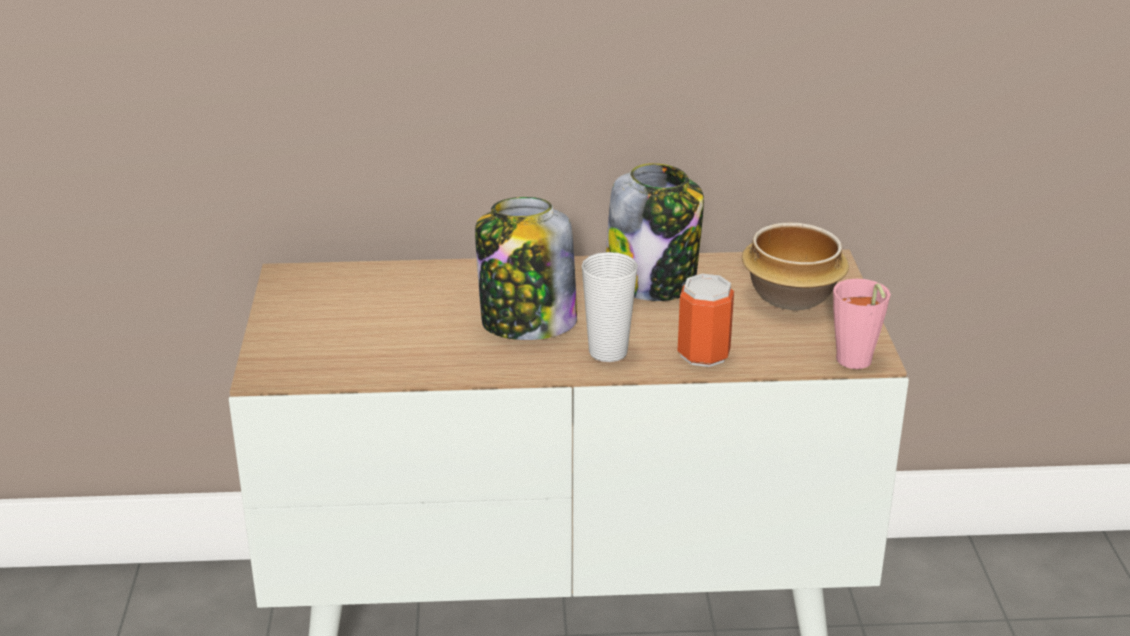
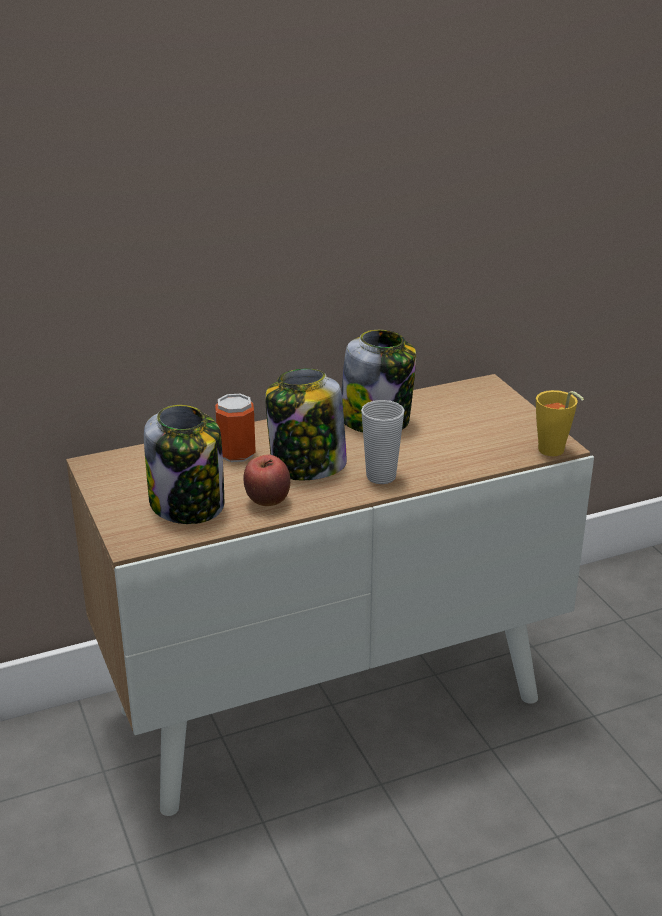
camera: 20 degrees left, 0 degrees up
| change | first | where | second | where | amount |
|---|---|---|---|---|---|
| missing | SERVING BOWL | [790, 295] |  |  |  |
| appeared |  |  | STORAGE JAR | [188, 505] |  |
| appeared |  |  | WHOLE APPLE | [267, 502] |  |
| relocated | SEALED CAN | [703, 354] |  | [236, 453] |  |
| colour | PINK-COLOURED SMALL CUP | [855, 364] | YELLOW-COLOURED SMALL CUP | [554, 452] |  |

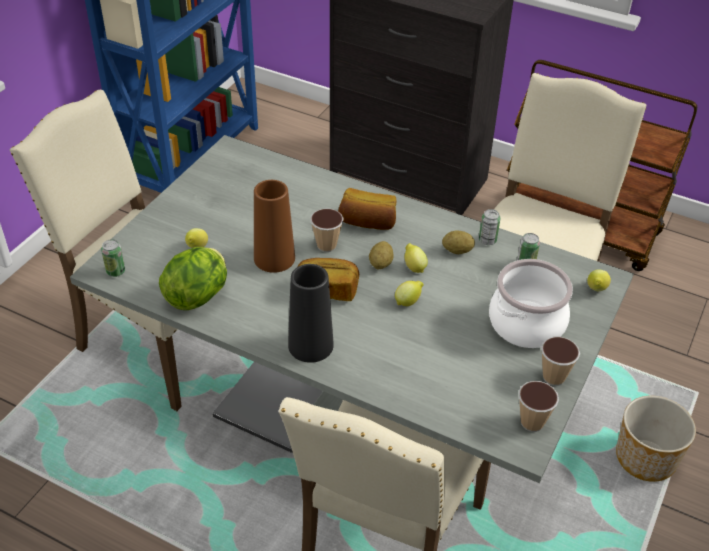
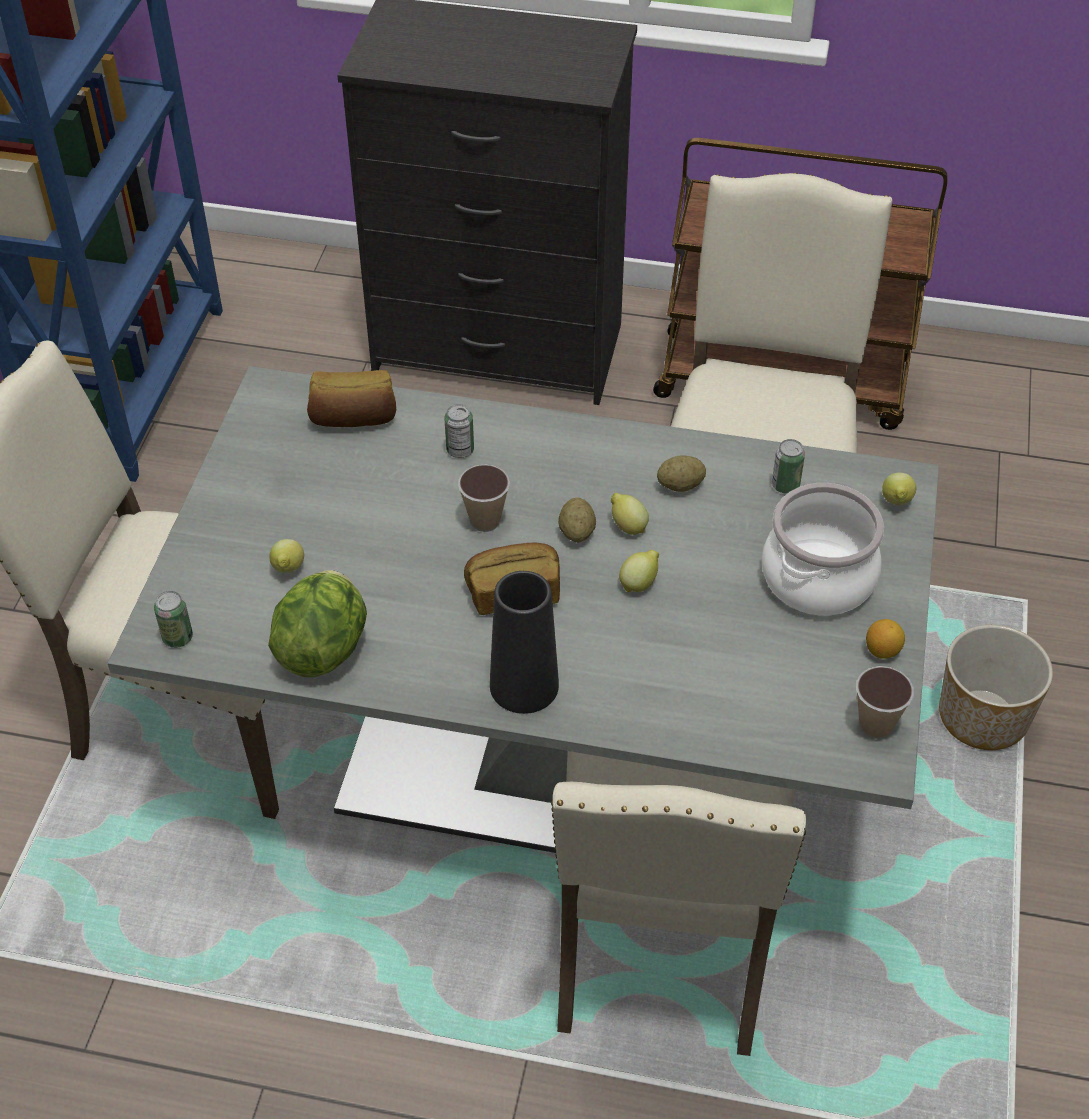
camera: 15 degrees left, 5 degrees up
| change | first | where | second | where | amount |
|---|---|---|---|---|---|
| missing | BROWN DECORATIVE VASE | [274, 258] |  |  |  |
| relocated | BAKERY BREAD | [367, 222] |  | [353, 417] |  |
| relocated | SEALED CAN | [487, 240] |  | [460, 450] |  |
| exchanged | SMALL CUP | [553, 377] | LEMON | [882, 650] |  |

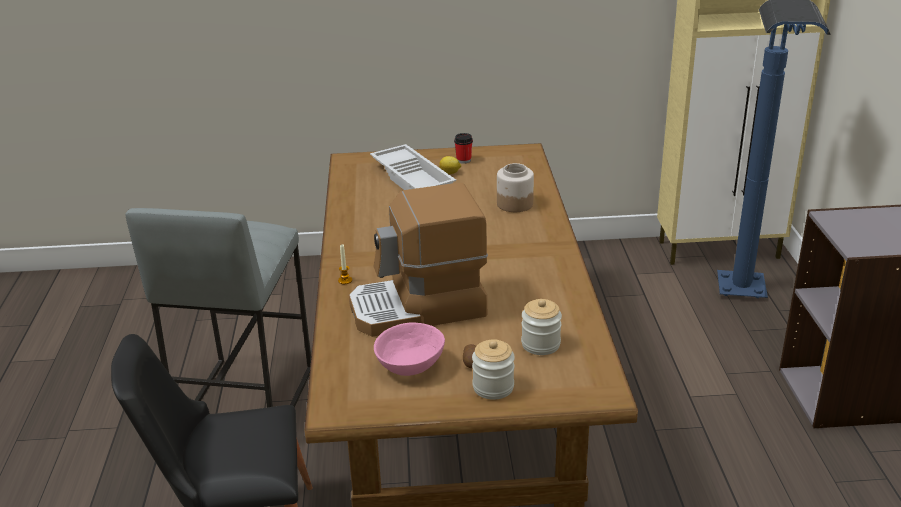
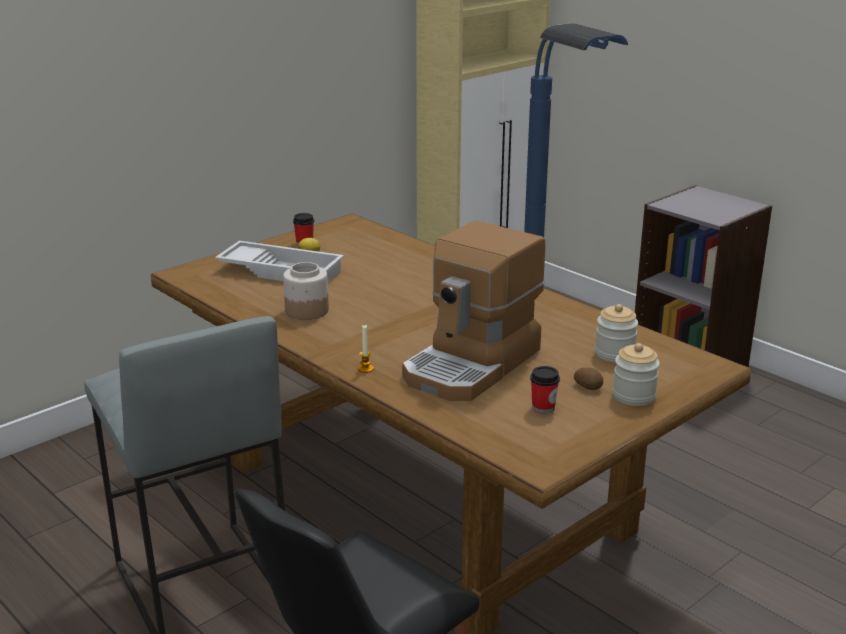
camera: 40 degrees left, 5 degrees down
| change | first | where | second | where | amount |
|---|---|---|---|---|---|
| relocated | STORAGE JAR | [514, 204] |  | [306, 311] |  |
| exchanged | PINK-COLOURED SERVING BOWL | [411, 365] | SMALL CUP | [543, 407] |  |

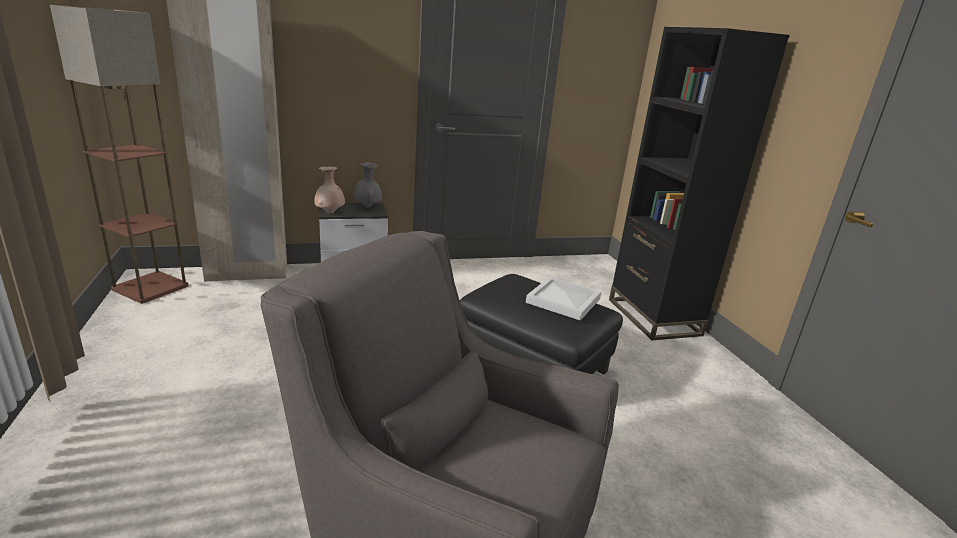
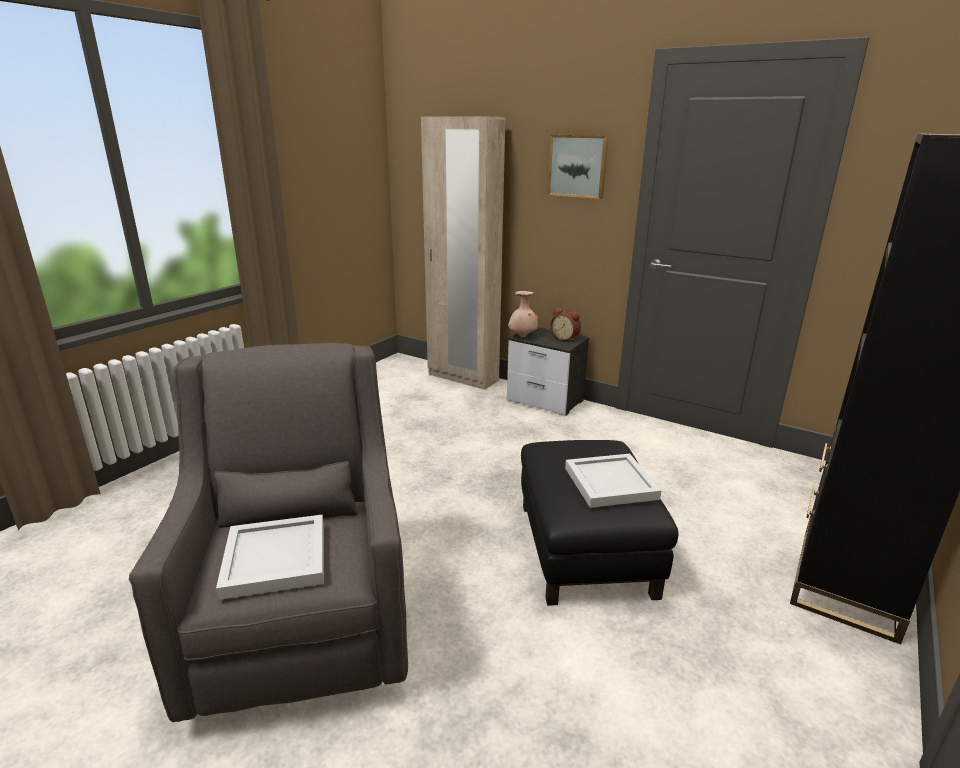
camera: 50 degrees right, 0 degrees up
| change | first | where | second | where | amount |
|---|---|---|---|---|---|
| missing | STANDING LAMP | [150, 287] |  |  |  |
| appeared |  |  | WHITE TRAY | [277, 559] |  |
| appeared |  |  | WALL ART | [578, 166] |  |
| exchanged | GREY DECORATIVE VASE | [367, 207] | BEDSIDE CLOCK | [565, 338] |  |

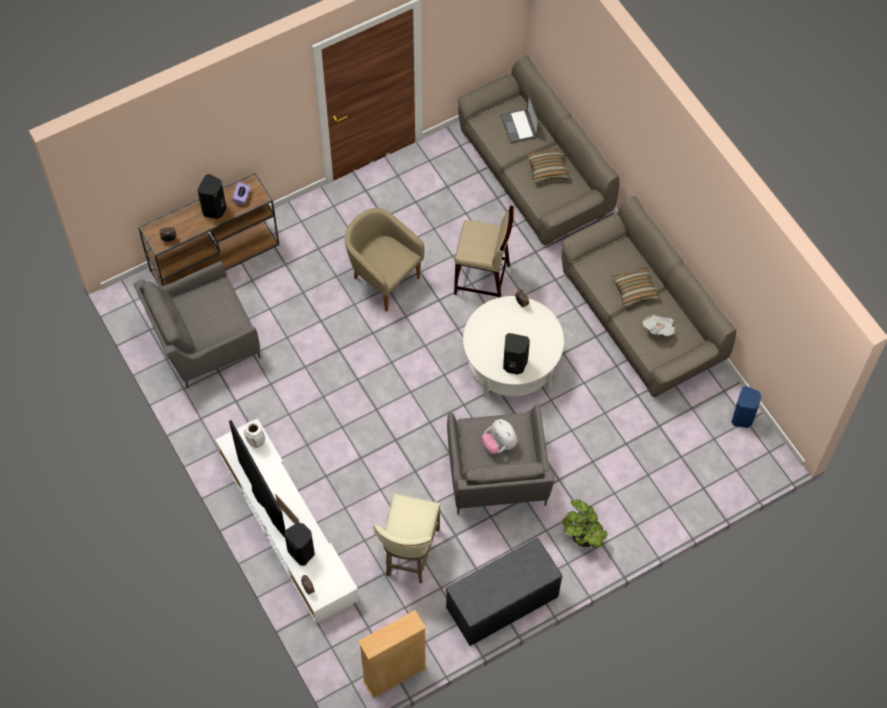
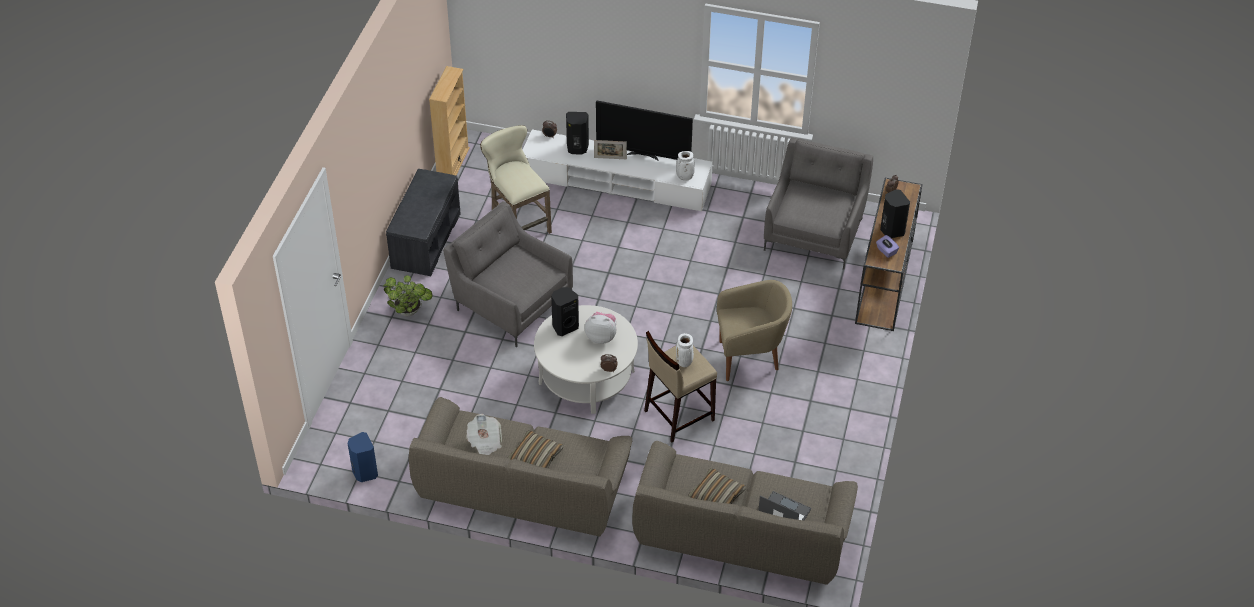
camera: 135 degrees right, 15 degrees down
| change | first | where | second | where | amount |
|---|---|---|---|---|---|
| appeared |  |  | WHITE DECORATIVE VASE | [684, 363] |  |
| relocated | PLUSH TOY | [499, 444] |  | [601, 337] |  |

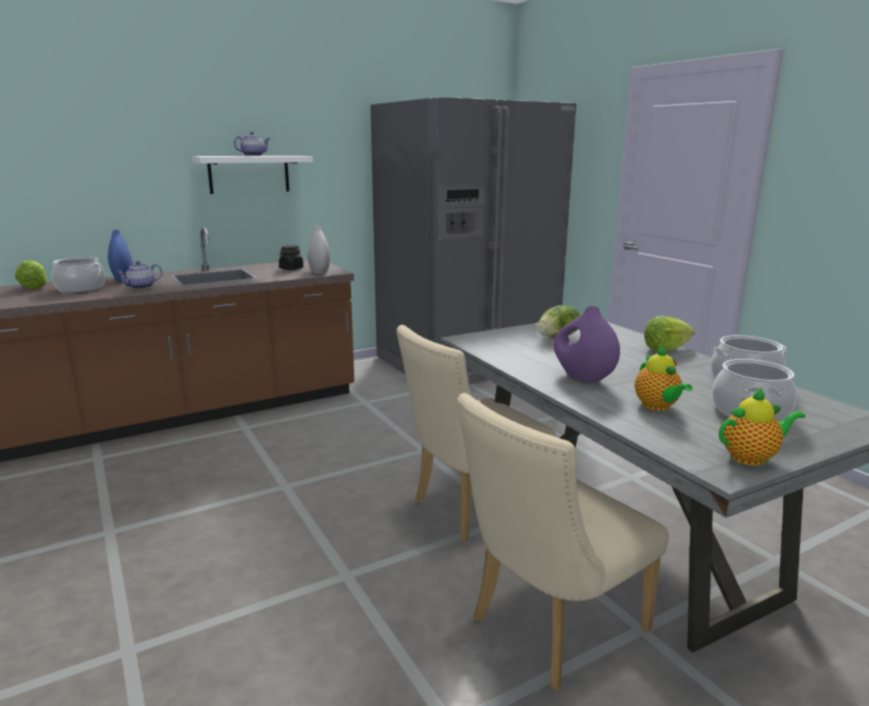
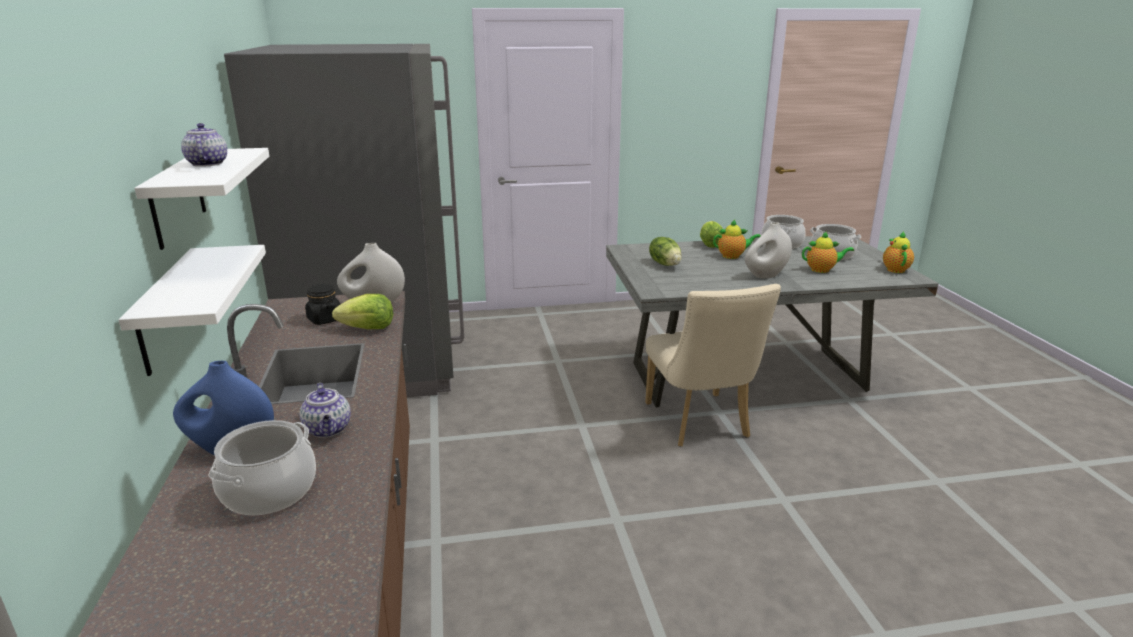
camera: 70 degrees left, 5 degrees up
| change | first | where | second | where | amount |
|---|---|---|---|---|---|
| missing | SAND-COLOURED CHAIR | [549, 629] |  |  |  |
| appeared |  |  | WHITE WALL SHELF | [166, 310] |  |
| appeared |  |  | TEAPOT | [733, 256] |  |
| relocated | LETTUCE | [34, 287] |  | [368, 328] |  |
| colour | PURPLE-COLOURED DECORATIVE VASE | [582, 378] | WHITE DECORATIVE VASE | [765, 275] |  |

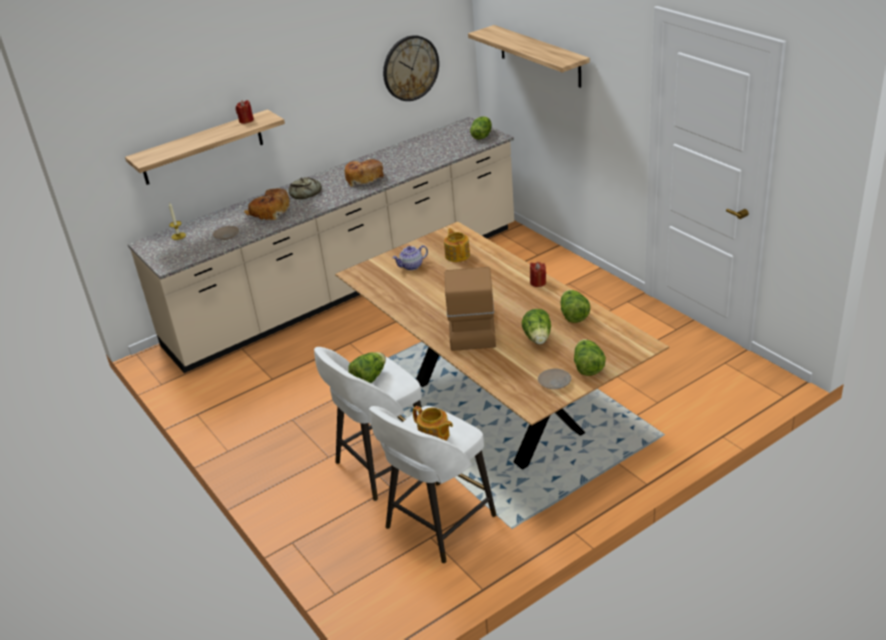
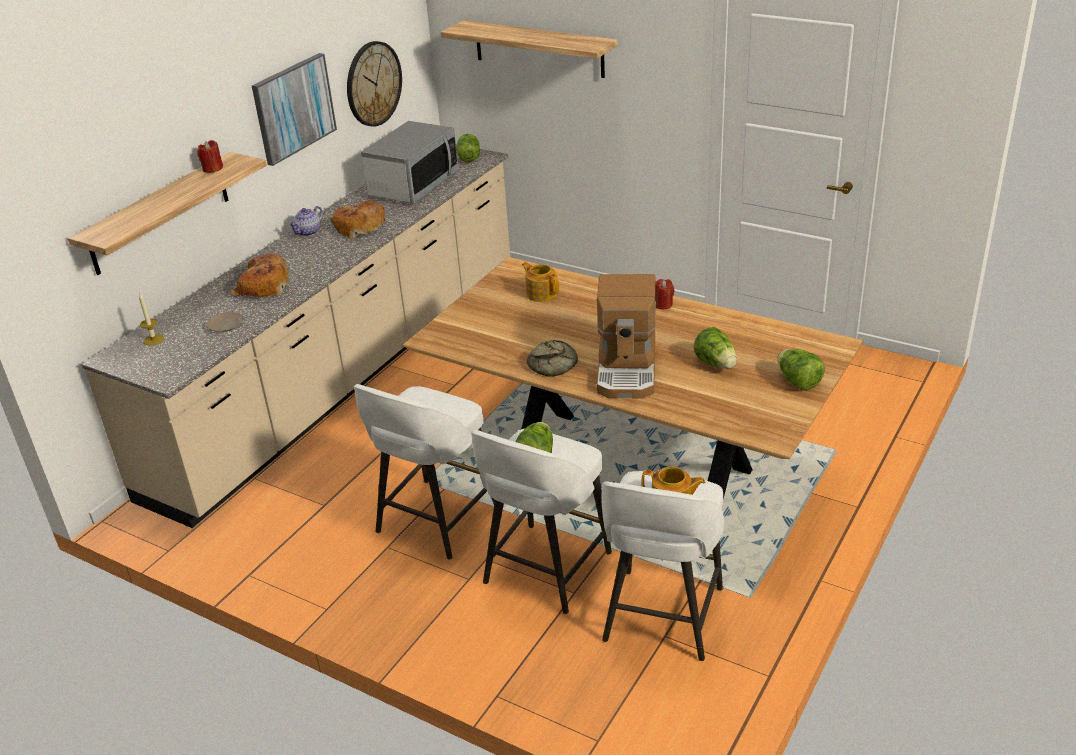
camera: 25 degrees left, 0 degrees up
| change | first | where | second | where | amount |
|---|---|---|---|---|---|
| missing | SAND-COLOURED PLATE | [555, 382] |  |  |  |
| missing | LETTUCE | [573, 316] |  |  |  |
| appeared |  |  | WALL ART | [293, 108] |  |
| appeared |  |  | WHITE SITTING STOOL | [435, 520] |  |
| appeared |  |  | MICROWAVE | [413, 185] |  |
| relocated | BAKERY BREAD | [305, 193] |  | [554, 364] |  |
| relocated | TEAPOT | [411, 266] |  | [308, 232] |  |
| spun | COFFEE BREWER | [471, 328] |  | [628, 369] | 150 degrees counterclockwise |

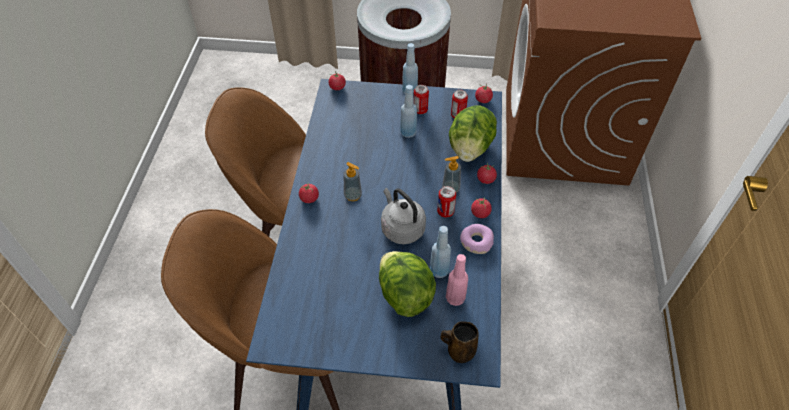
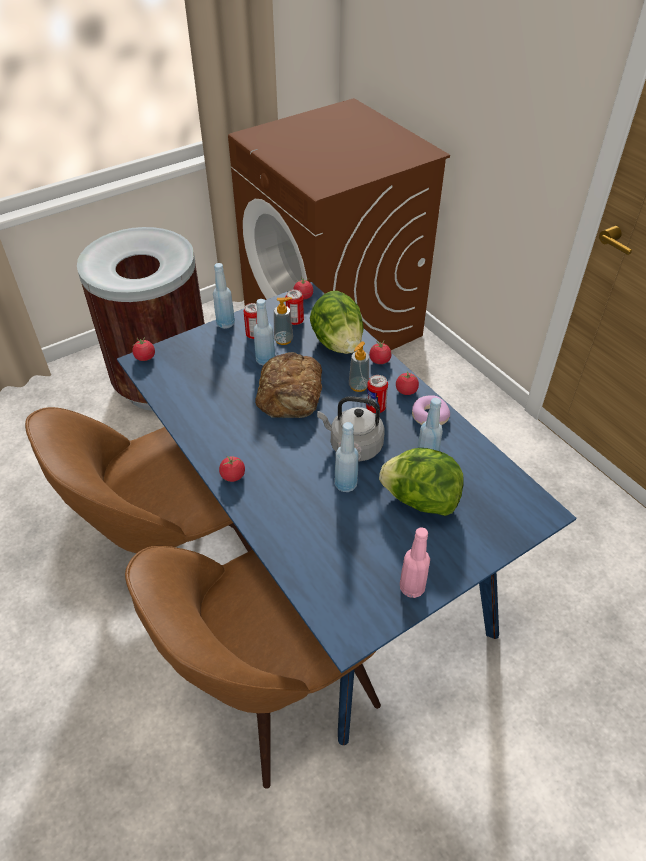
camera: 40 degrees left, 5 degrees down
| change | first | where | second | where | amount |
|---|---|---|---|---|---|
| missing | BROWN COFFEE MUG | [459, 351] |  |  |  |
| appeared |  |  | BAKERY BREAD | [291, 393] |  |
| appeared |  |  | BLUE DRINK BOTTLE | [345, 484] |  |
| relocated | LIQUID SOAP BOTTLE | [353, 195] |  | [283, 340] |  |
| relocated | PINK-COLOURED DRINK BOTTLE | [455, 298] |  | [412, 588] |  |

